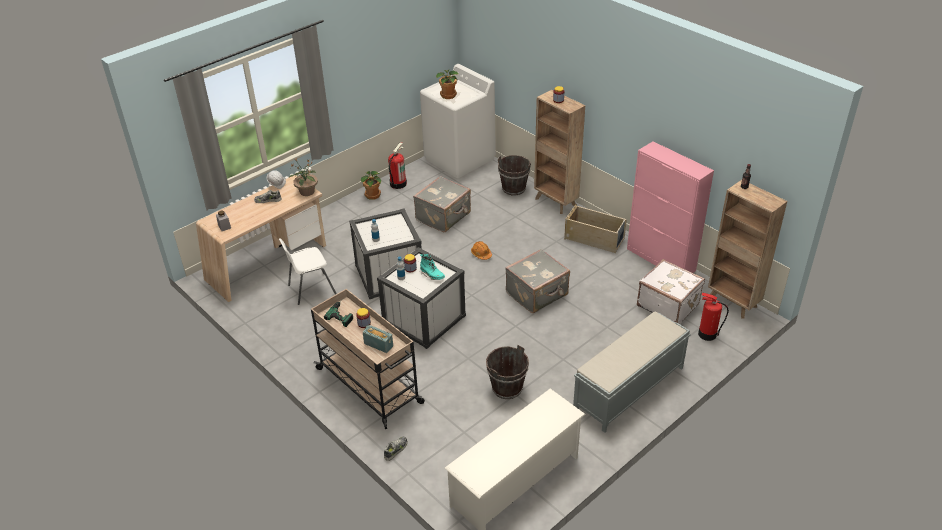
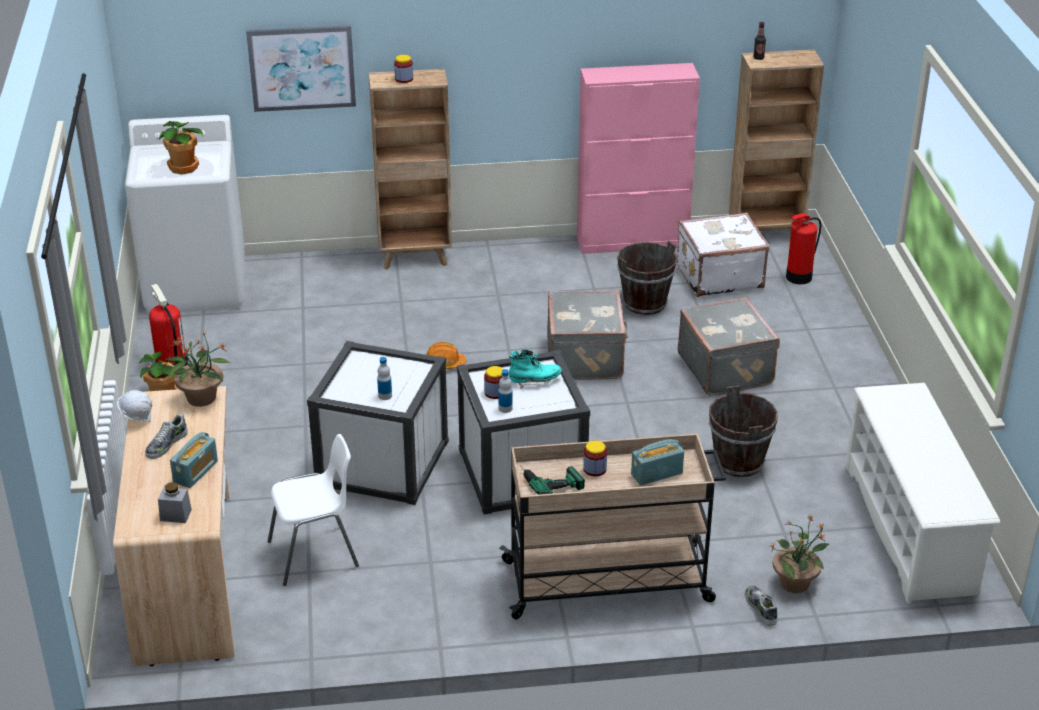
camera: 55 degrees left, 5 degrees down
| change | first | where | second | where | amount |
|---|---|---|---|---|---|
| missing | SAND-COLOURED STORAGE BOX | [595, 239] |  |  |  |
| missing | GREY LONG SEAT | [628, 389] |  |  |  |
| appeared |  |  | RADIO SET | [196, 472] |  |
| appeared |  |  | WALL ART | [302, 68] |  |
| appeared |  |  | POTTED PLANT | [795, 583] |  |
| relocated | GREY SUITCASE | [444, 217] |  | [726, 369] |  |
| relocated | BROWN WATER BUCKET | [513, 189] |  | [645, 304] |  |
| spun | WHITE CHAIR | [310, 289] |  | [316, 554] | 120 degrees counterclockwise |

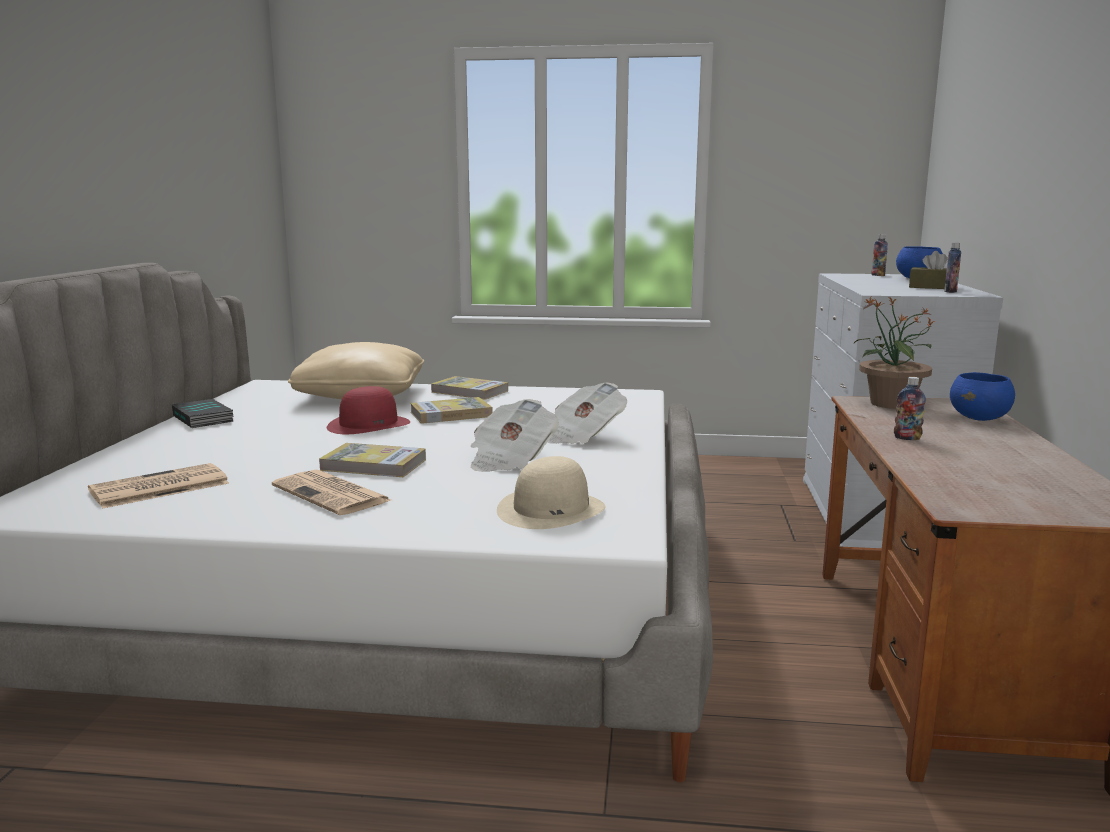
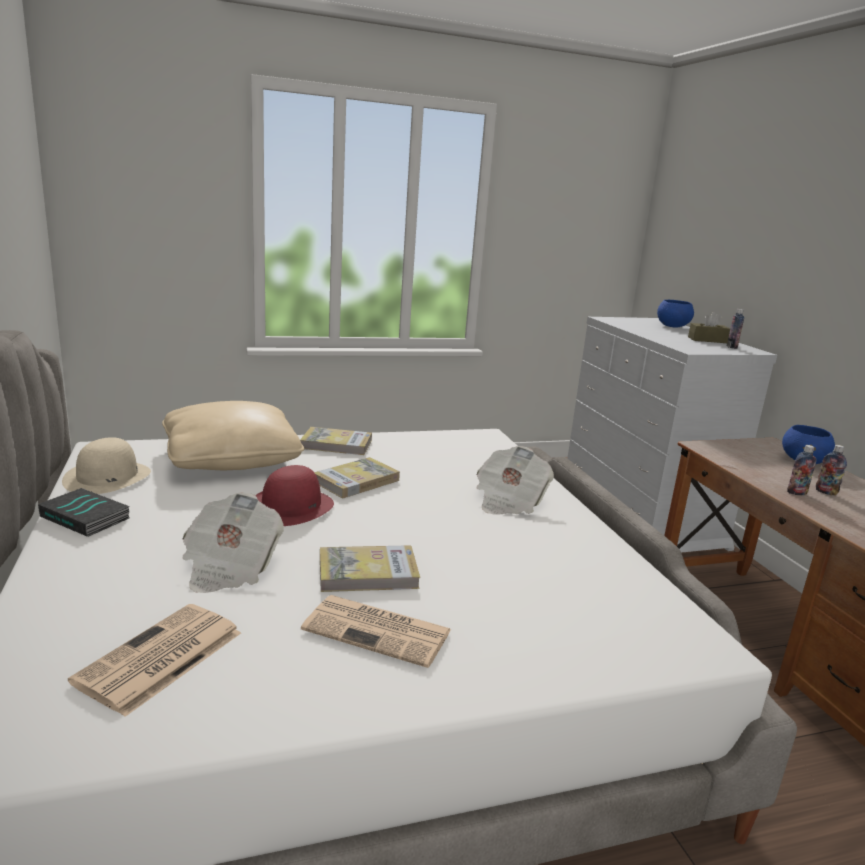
camera: 25 degrees left, 5 degrees up
| change | first | where | second | where | amount |
|---|---|---|---|---|---|
| missing | POTTED PLANT | [890, 404] |  |  |  |
| relocated | PRINTED PAPER | [510, 460] |  | [230, 567] |  |
| relocated | SAND-COLOURED HAT | [551, 510] |  | [107, 477] |  |
| relocated | DRINK BOTTLE | [878, 275] |  | [826, 492] |  |

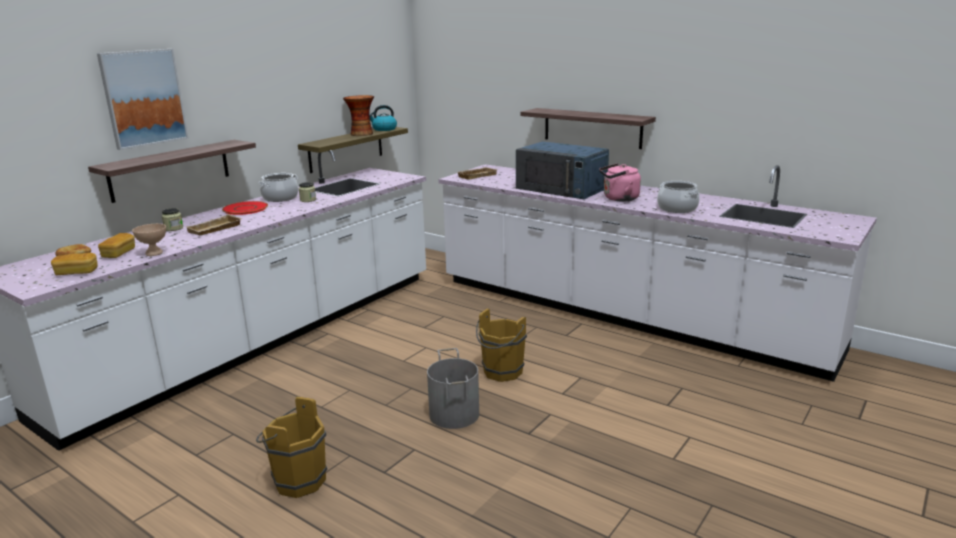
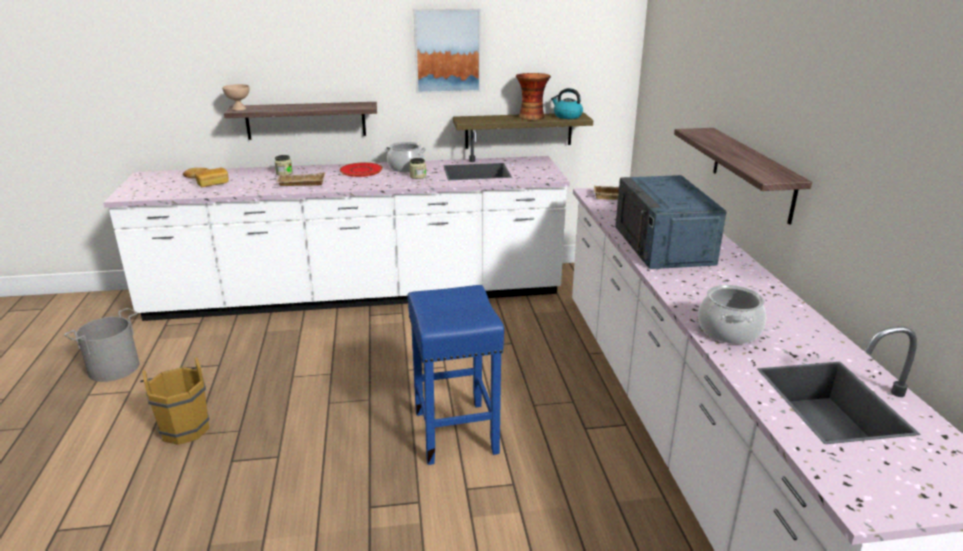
camera: 45 degrees right, 5 degrees up
| change | first | where | second | where | amount |
|---|---|---|---|---|---|
| missing | BAKERY BREAD | [77, 272] |  |  |  |
| missing | PINK-COLOURED WATER KETTLE | [618, 199] |  |  |  |
| relocated | WALL ART | [143, 98] |  | [447, 51] |  |
| relocated | SAND-COLOURED SERVING BOWL | [153, 253] |  | [238, 109] |  |
| relocated | GREY WATER BUCKET | [455, 414] |  | [114, 368] |  |
| exchanged | BROWN WATER BUCKET | [501, 373] | BLUE SITTING STOOL | [455, 431] |  |

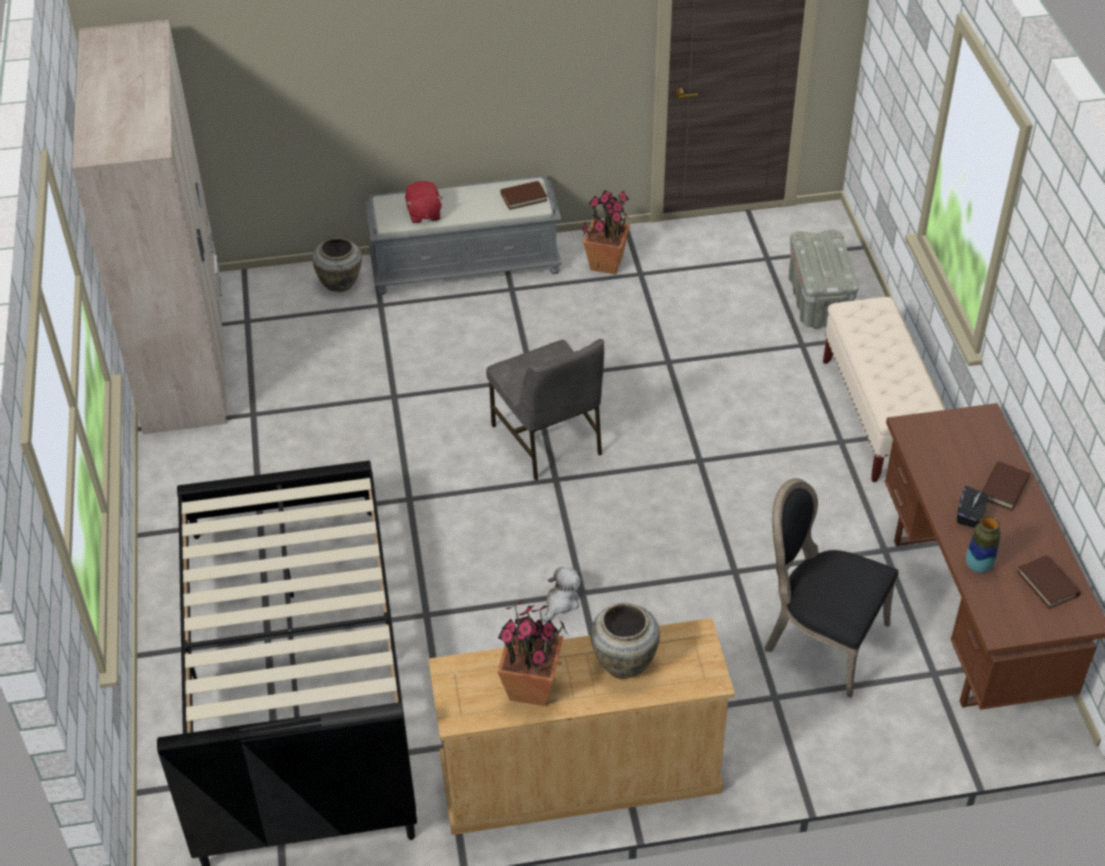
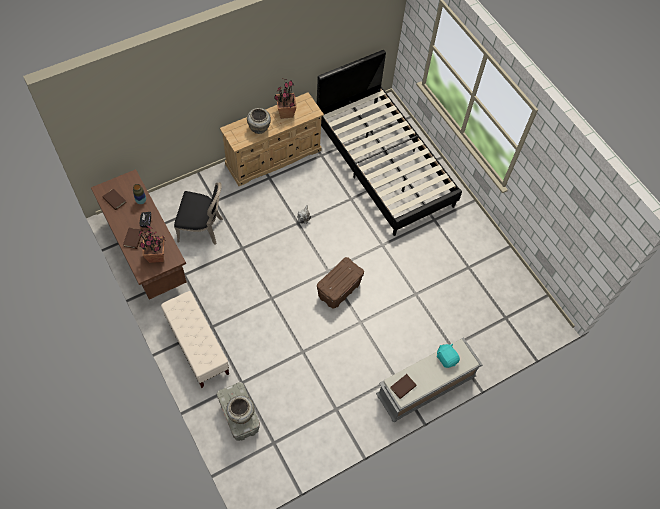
camera: 155 degrees right, 15 degrees up
| change | first | where | second | where | amount |
|---|---|---|---|---|---|
| missing | SAND-COLOURED CLOTHES CUPBOARD | [184, 353] |  |  |  |
| relocated | SAND-COLOURED DECORATIVE VASE | [340, 283] |  | [241, 414] |  |
| relocated | POTTED PLANT | [606, 263] |  | [156, 256] |  |
| exchanged | GREY CHAIR | [548, 440] | BROWN STORAGE BOX | [339, 290] |  |
| colour | RED-COLOURED PLUSH TOY | [424, 214] | BLUE-GREEN PLUSH TOY | [446, 358] |  |

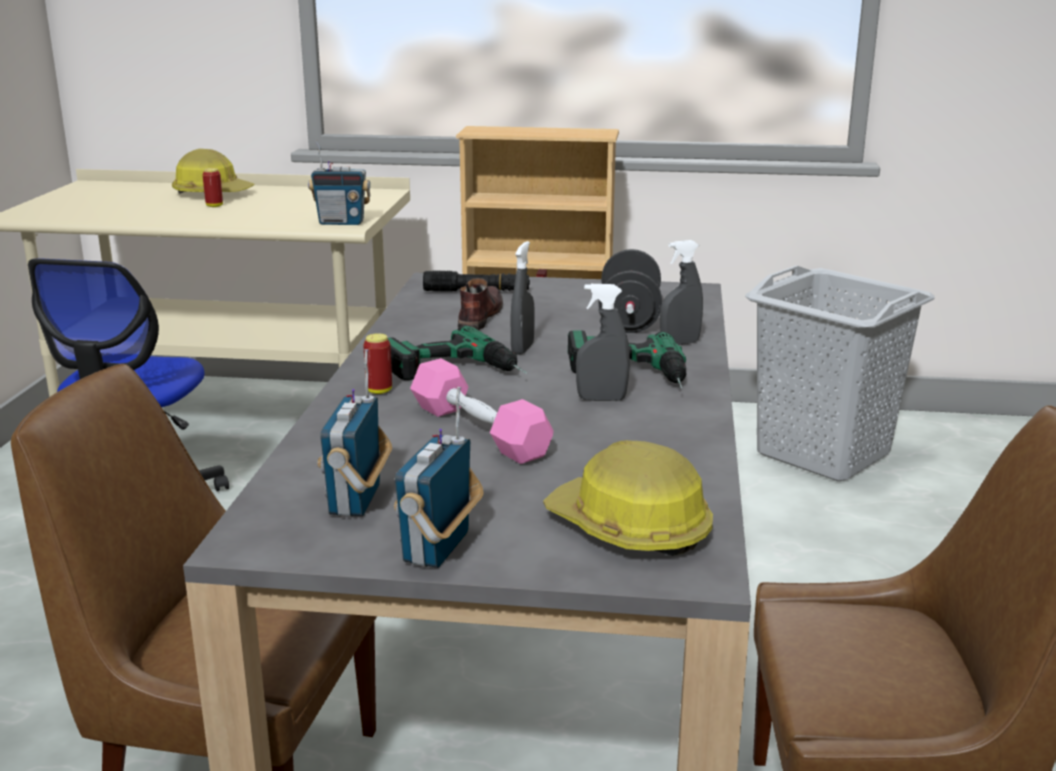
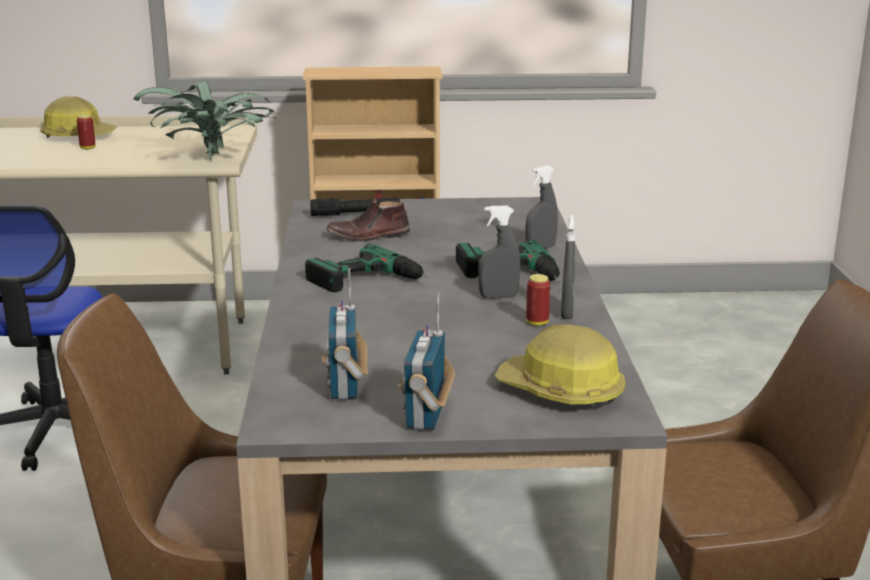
camera: 10 degrees left, 0 degrees up
| change | first | where | second | where | amount |
|---|---|---|---|---|---|
| missing | PINK-COLOURED HAND WEIGHT | [479, 431] |  |  |  |
| missing | BLACKISH HAND WEIGHT | [629, 319] |  |  |  |
| missing | GREY HAMPER | [823, 454] |  |  |  |
| relocated | SEALED CAN | [379, 391] |  | [537, 323] |  |
| relocated | GREY HAND SPRAYER | [522, 349] |  | [567, 313] |  |
| exchanged | RADIO SET | [341, 223] | POTTED PLANT | [214, 159] |  |
| spun | BROWN SHOE | [479, 317] |  | [368, 236] | 105 degrees counterclockwise |

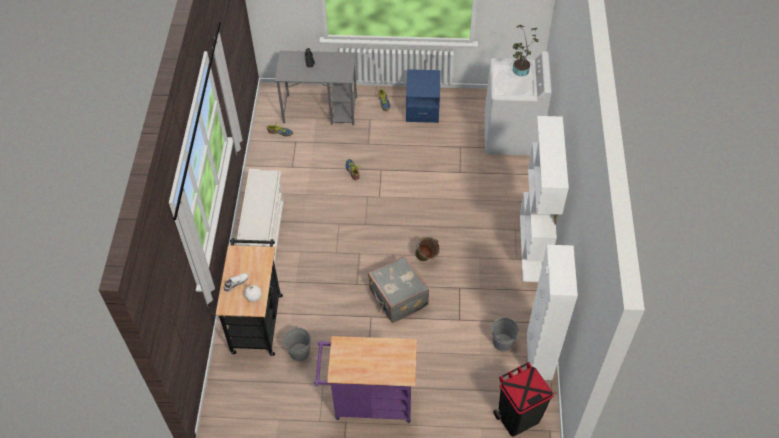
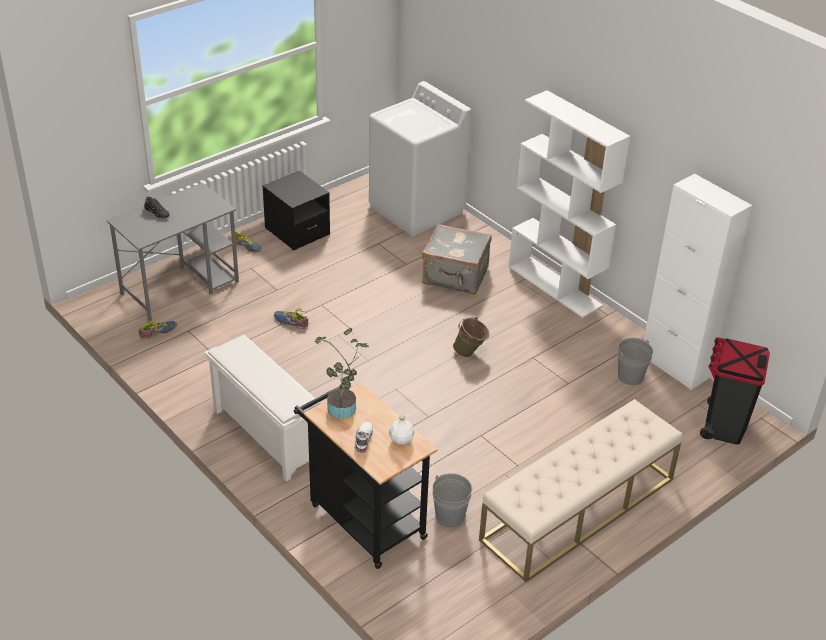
camera: 45 degrees left, 15 degrees down
| change | first | where | second | where | amount |
|---|---|---|---|---|---|
| relocated | GREY SUITCASE | [397, 299] |  | [455, 277] |  |
| relocated | POTTED PLANT | [520, 71] |  | [342, 411] |  |
| exchanged | PURPLE-COLOURED TROLLEY | [368, 401] | SAND-COLOURED LONG SEAT | [578, 509] |  |
| colour | BLUE NIGHT TABLE | [422, 109] | BLACKISH NIGHT TABLE | [297, 231] |  |

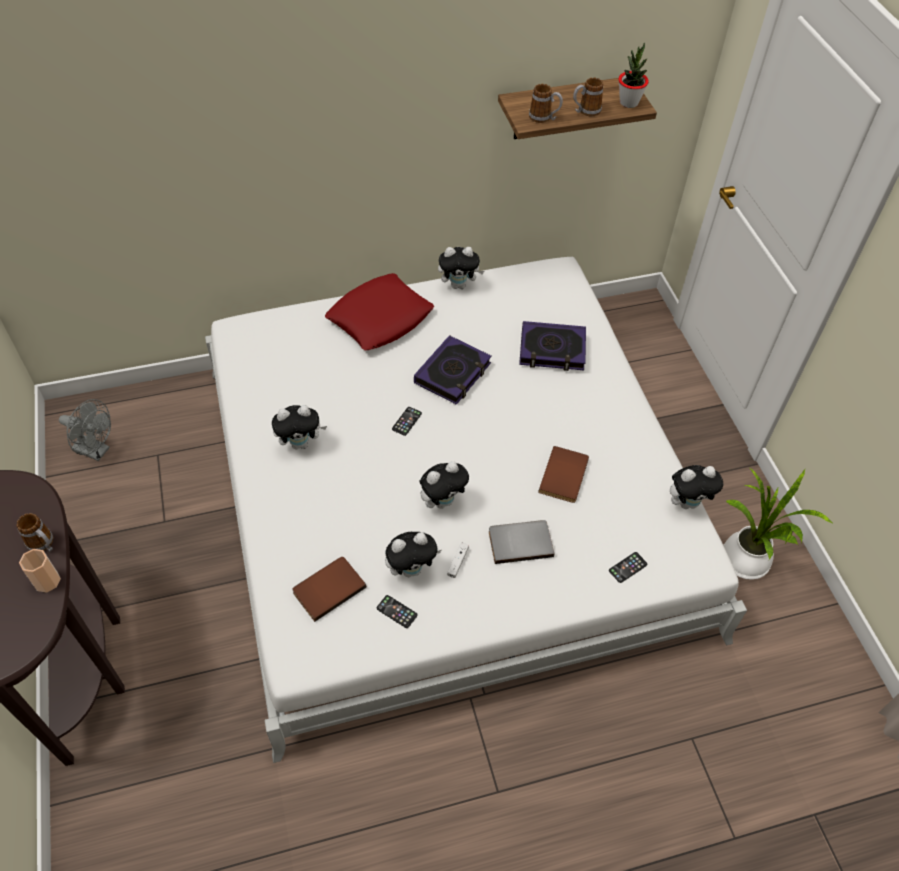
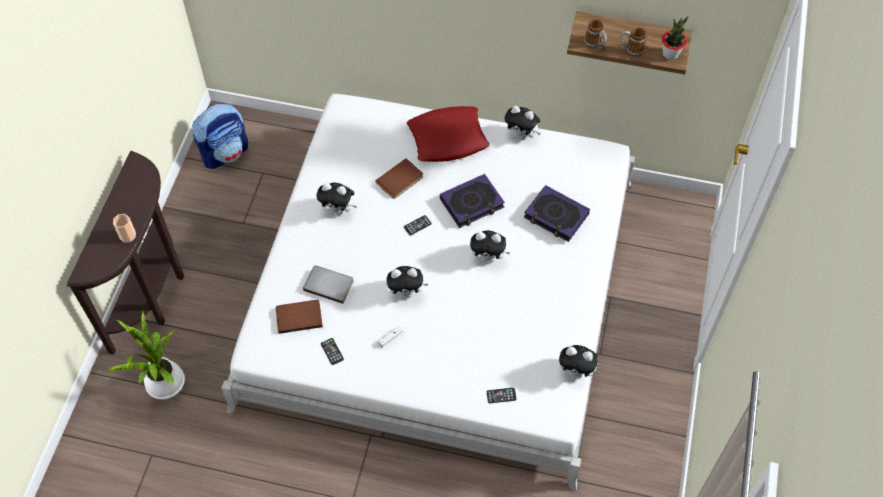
camera: 30 degrees right, 5 degrees up
| change | first | where | second | where | amount |
|---|---|---|---|---|---|
| missing | COFFEE MUG | [44, 544] |  |  |  |
| relocated | PLUSH TOY | [412, 569] |  | [488, 257] |  |
| relocated | GREY VOLUME | [520, 541] |  | [329, 284] |  |
| relocated | BROWN VOLUME | [565, 476] |  | [400, 180] |  |
| relocated | POTTED PLANT | [746, 563] |  | [164, 386] |  |
| exchanged | GREY FAN | [96, 451] | KNAPSACK | [225, 153] |  |

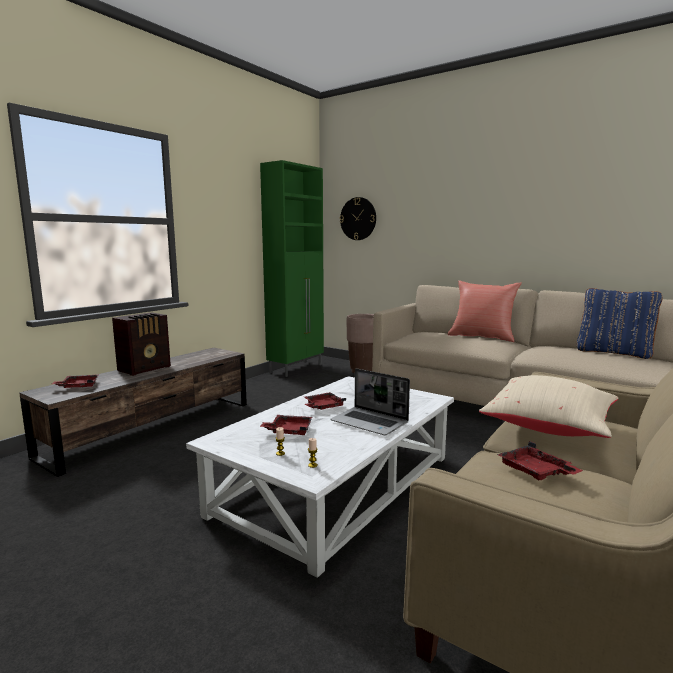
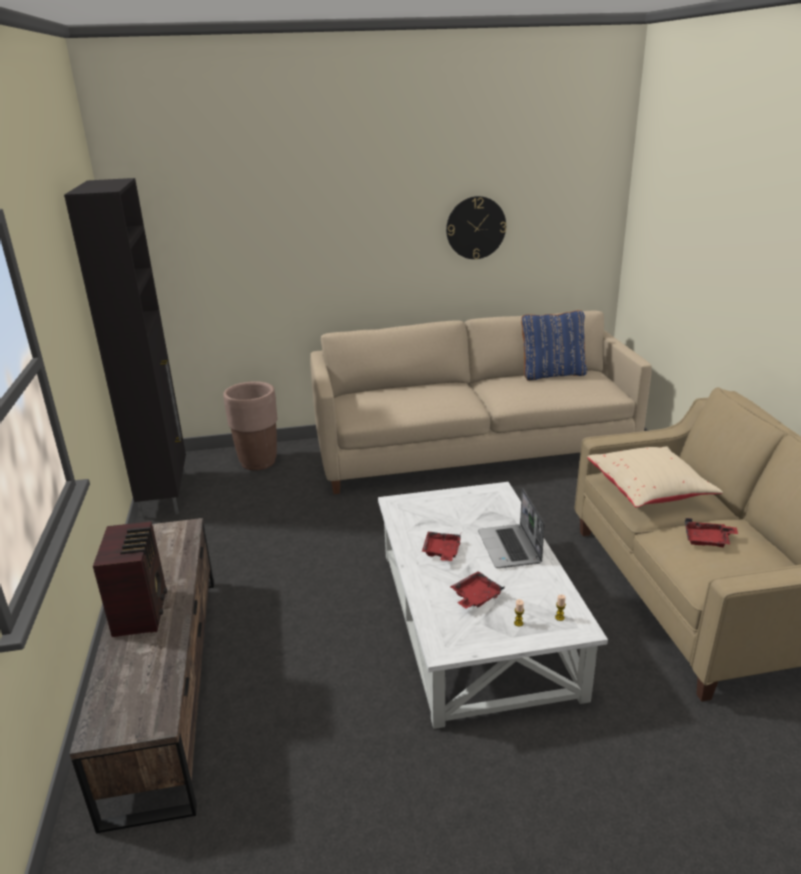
camera: 45 degrees left, 15 degrees up
| change | first | where | second | where | amount |
|---|---|---|---|---|---|
| missing | RED-COLOURED TRAY | [78, 386] |  |  |  |
| missing | RED-COLOURED THROW PILLOW | [482, 337] |  |  |  |
| relocated | CLOCK ON THE WALL | [358, 218] |  | [476, 228] |  |
| colour | GREENISH CABINET | [297, 368] | BLACKISH CABINET | [165, 493] |  |
| spun | PORTABLE COMPUTER | [370, 422] |  | [510, 548] | 90 degrees clockwise |

